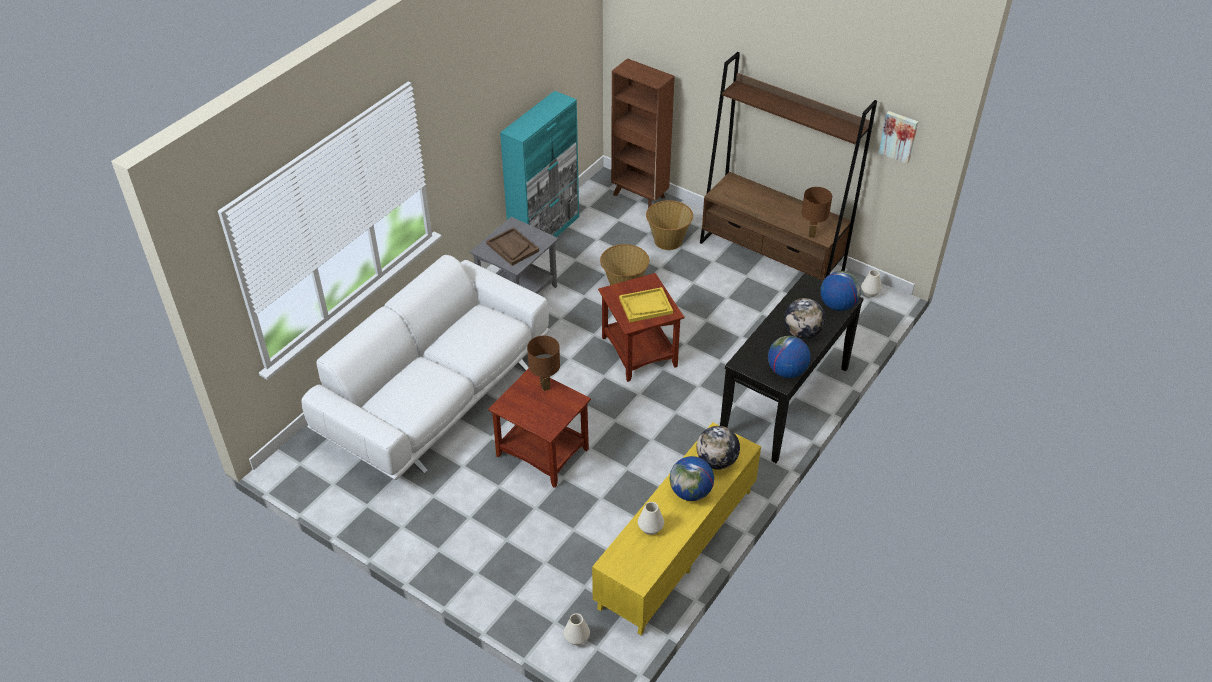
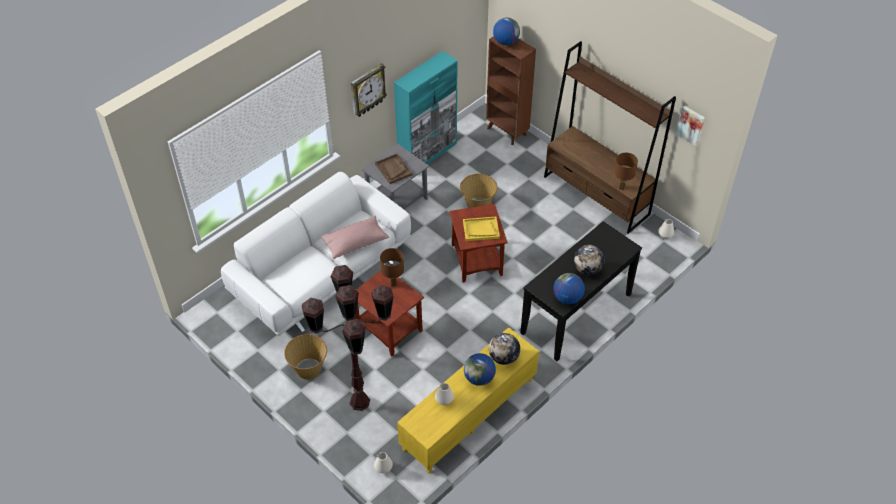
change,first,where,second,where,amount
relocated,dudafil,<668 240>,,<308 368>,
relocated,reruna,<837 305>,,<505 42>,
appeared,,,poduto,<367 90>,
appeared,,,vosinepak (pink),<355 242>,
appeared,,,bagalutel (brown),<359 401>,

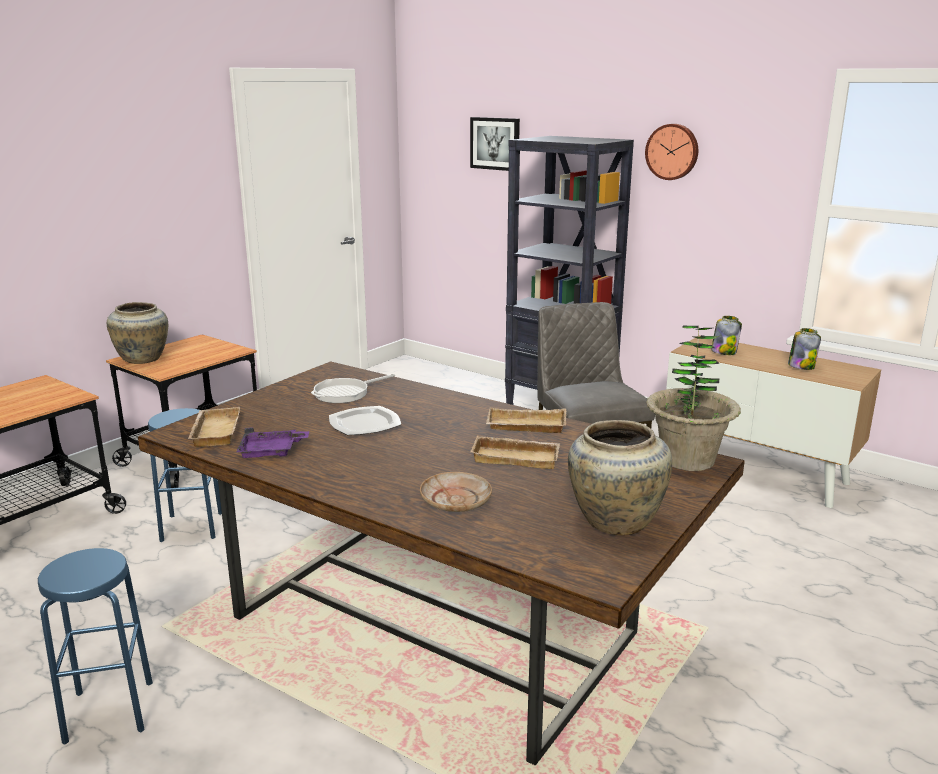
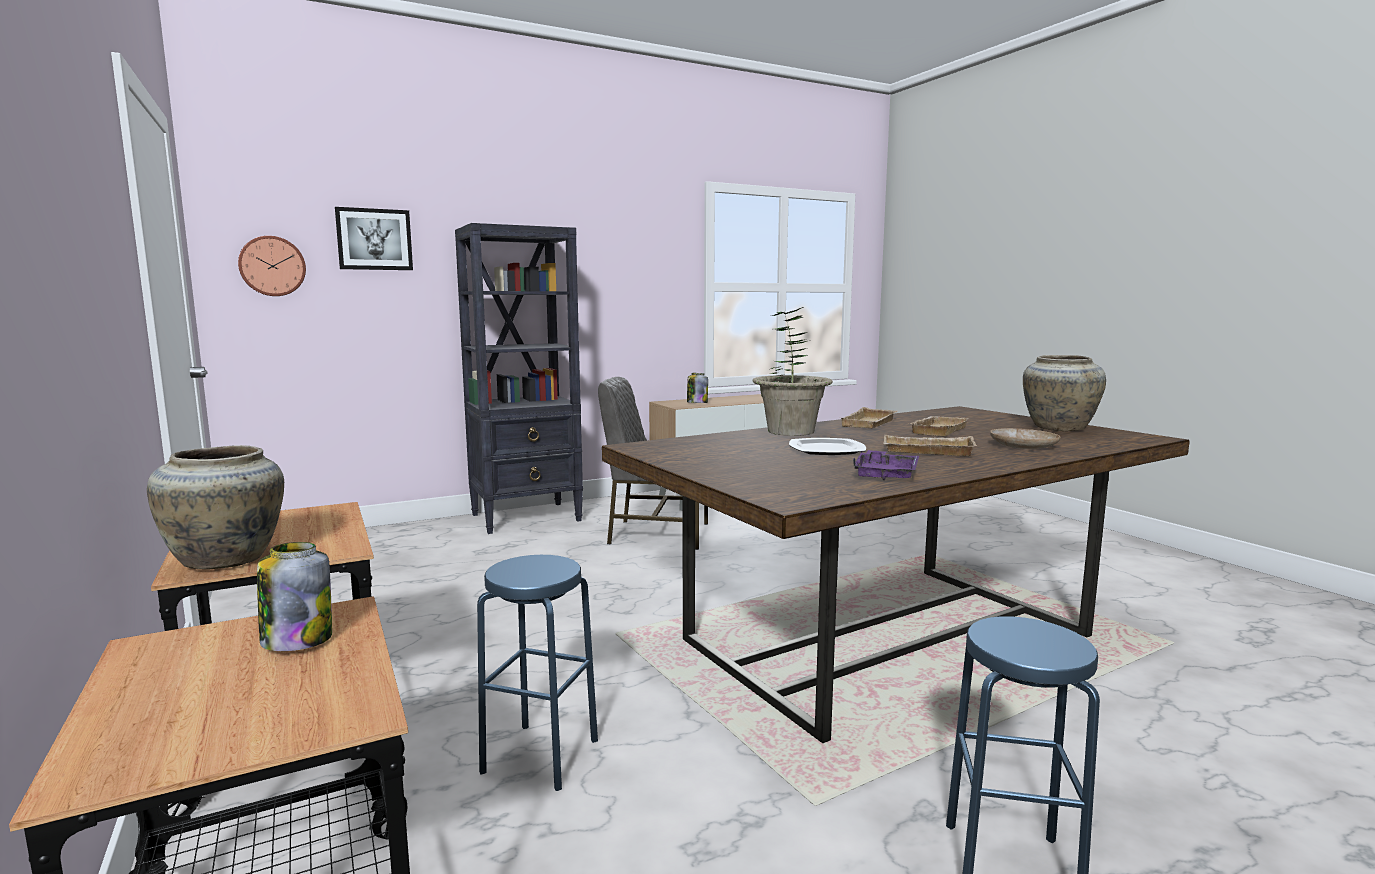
change,first,where,second,where,amount
relocated,poduto,<672 151>,,<272 266>,
relocated,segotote,<687 459>,,<790 431>,
relocated,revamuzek,<801 366>,,<297 640>,
missing,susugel,<345 393>,,,
relocated,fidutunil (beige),<214 431>,,<926 452>,

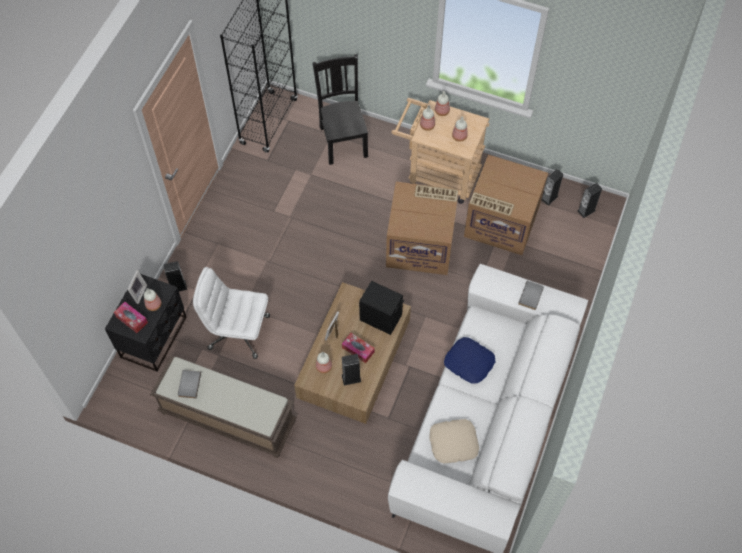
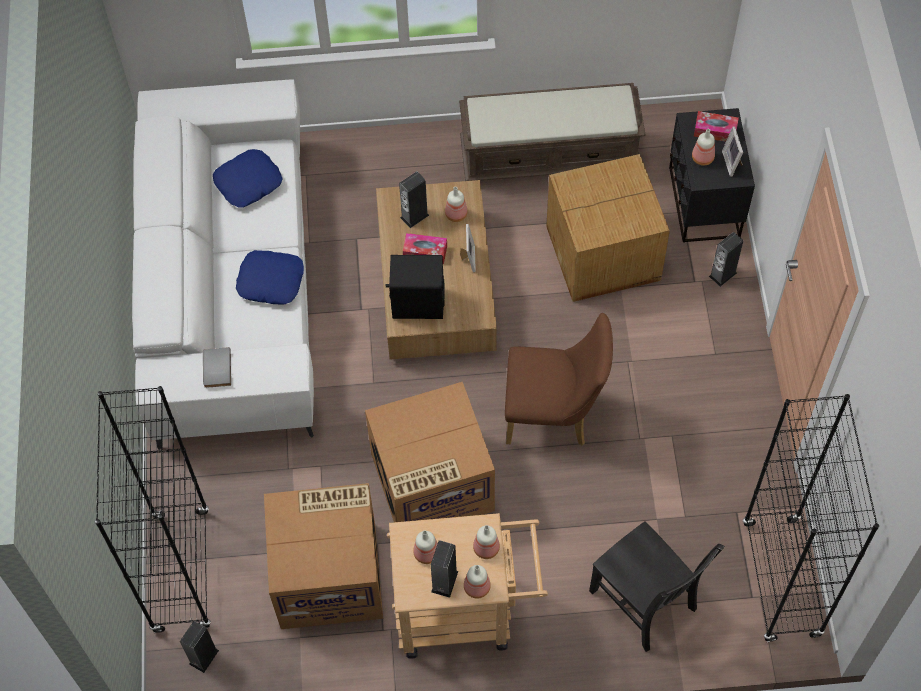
change,first,where,second,where,amount
relocated,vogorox,<549 197>,,<444 581>,
exchanged,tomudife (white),<238 332>,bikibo,<605 254>,
missing,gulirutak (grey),<188 384>,,,
colour,vosinepak (beige),<453 442>,vosinepak (blue),<248 183>,
appeared,,,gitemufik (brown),<554 415>,
appeared,,,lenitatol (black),<181 571>,

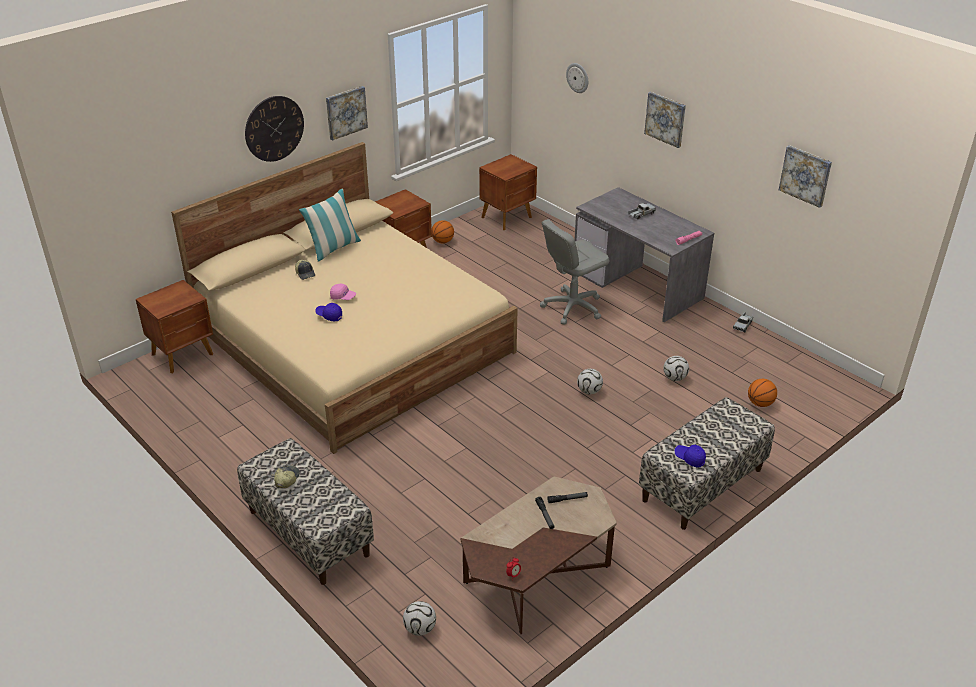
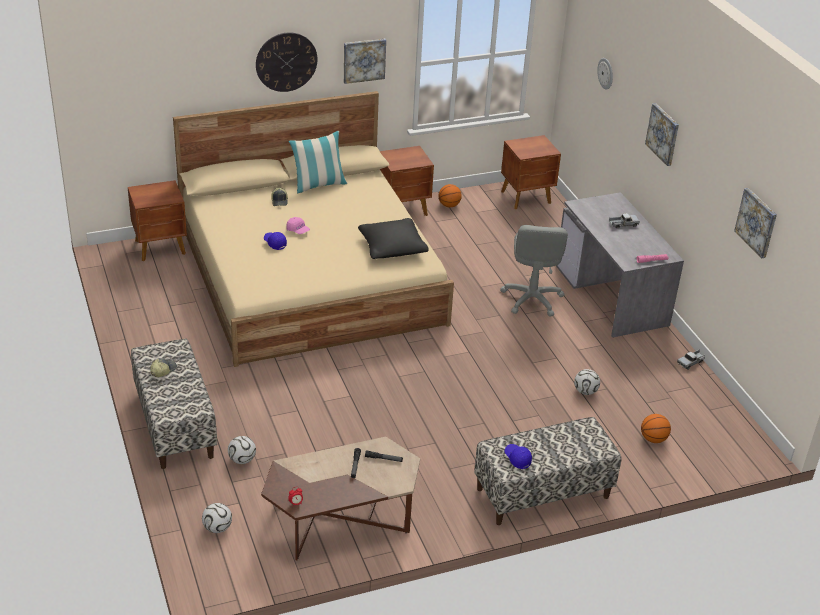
change,first,where,second,where,amount
spun,tomudife (grey),<572 307>,,<531 299>,75 degrees counterclockwise
relocated,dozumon,<589 391>,,<242 460>,
appeared,,,vosinepak (black),<392 247>,

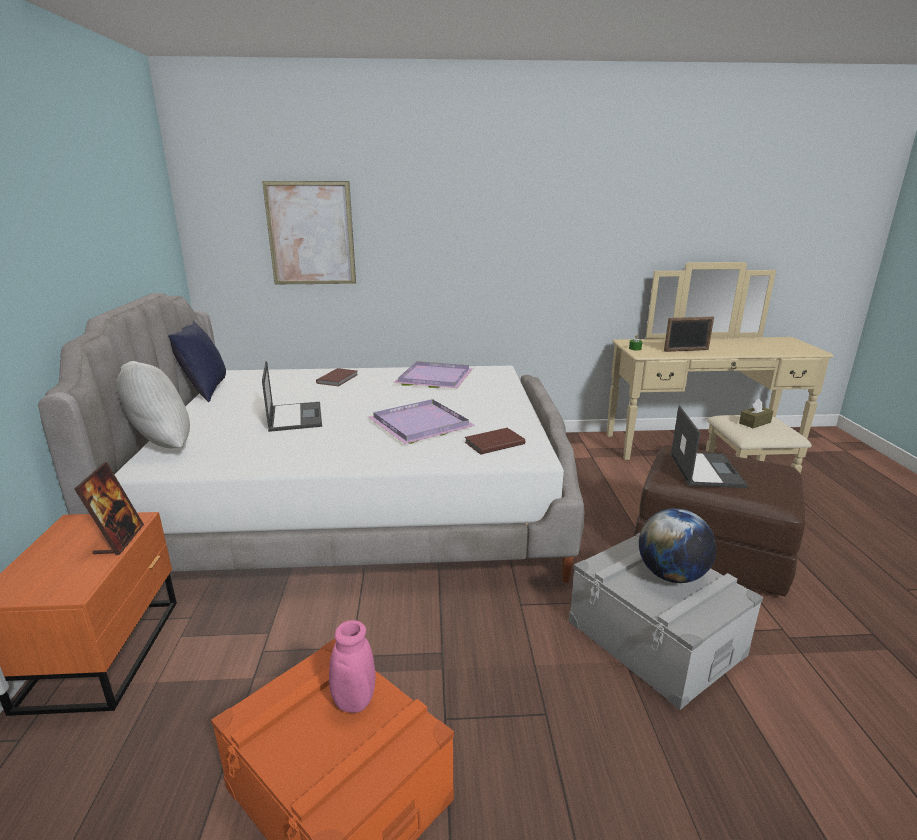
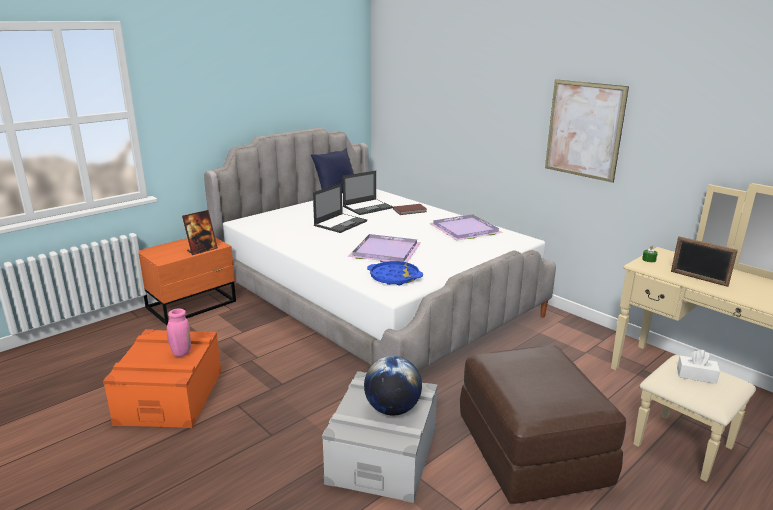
change,first,where,second,where,amount
relocated,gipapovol,<311 234>,,<584 130>,
missing,vosinepak (white),<160 446>,,,
colour,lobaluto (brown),<754 422>,lobaluto (white),<696 375>,
relocated,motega,<705 469>,,<368 207>,
exchanged,gulirutak (brown),<493 443>,fidutunil (blue),<394 277>,

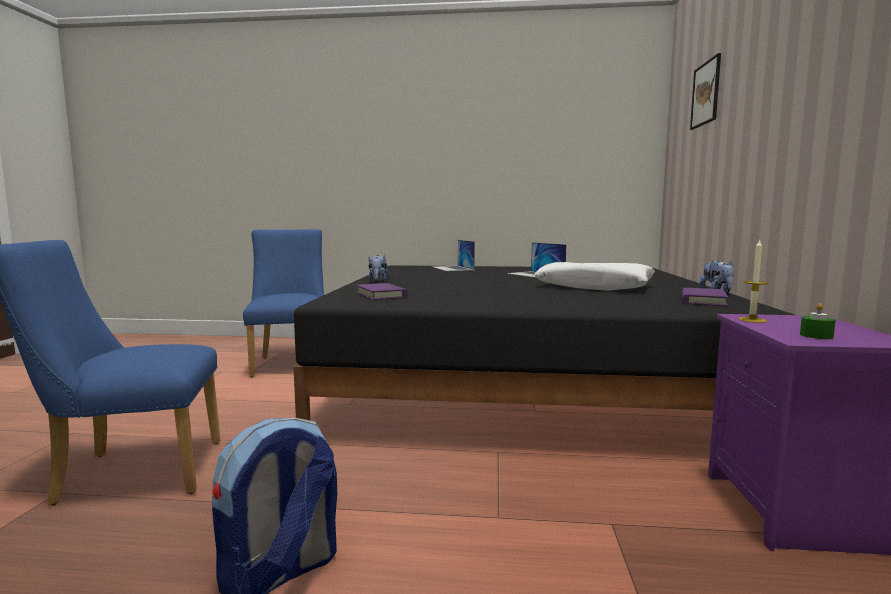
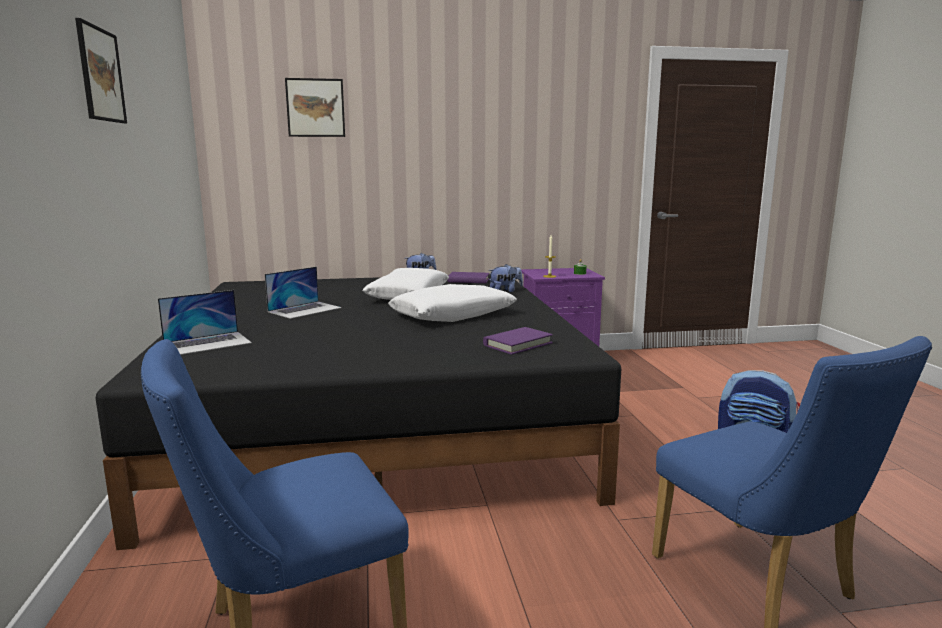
change,first,where,second,where,amount
relocated,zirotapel,<378 282>,,<505 291>,
appeared,,,gipapovol,<101 74>,
appeared,,,vosinepak (white),<453 315>,

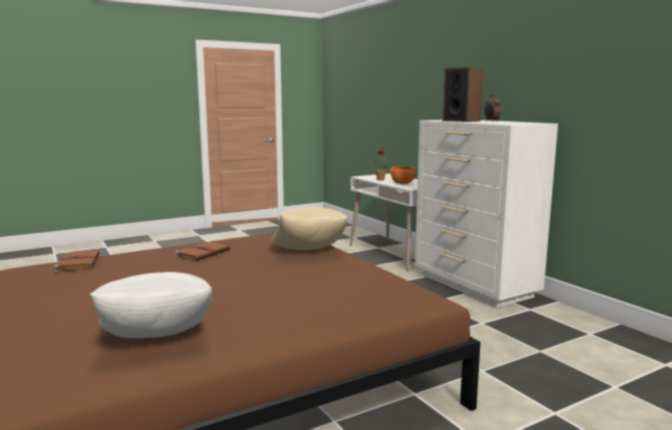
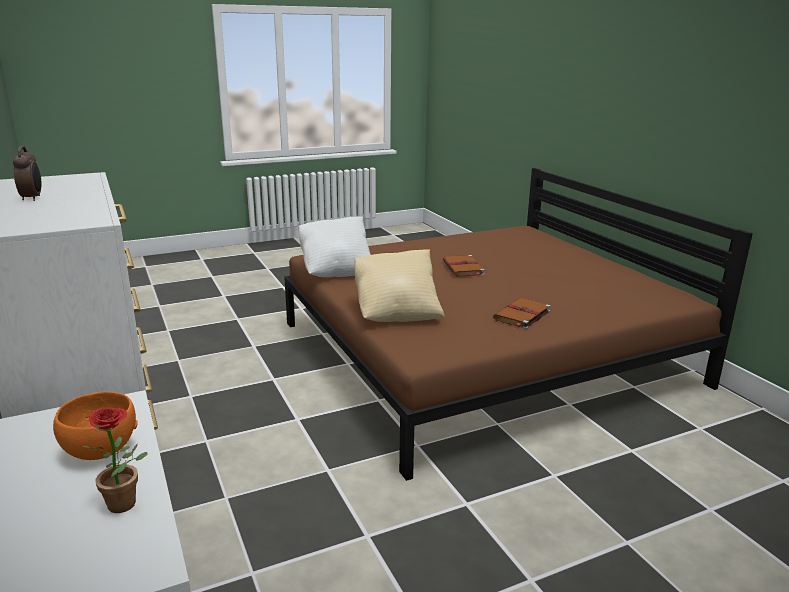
change,first,where,second,where,amount
missing,vogorox,<461 121>,,,
relocated,gulirutak (brown),<78 263>,,<463 268>,
relocated,vosinepak (white),<156 342>,,<337 271>,

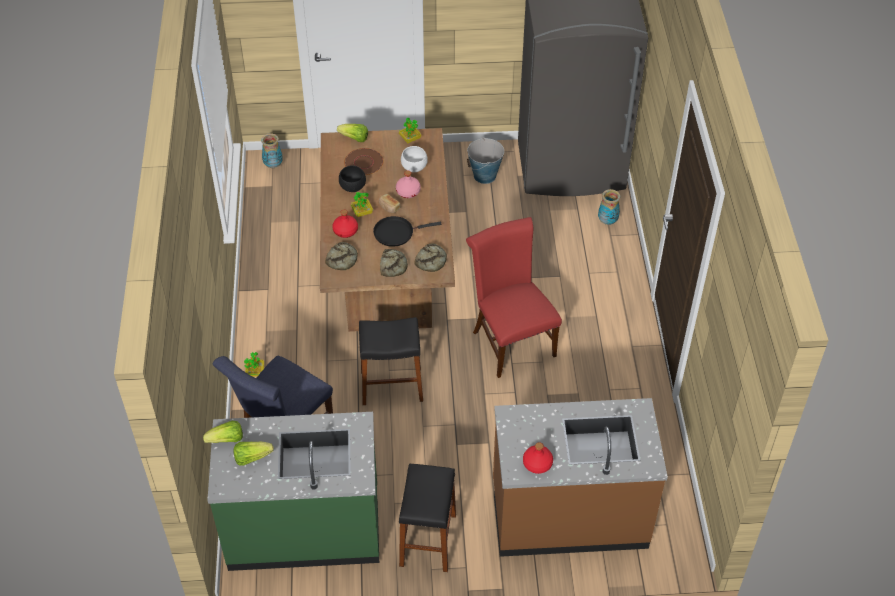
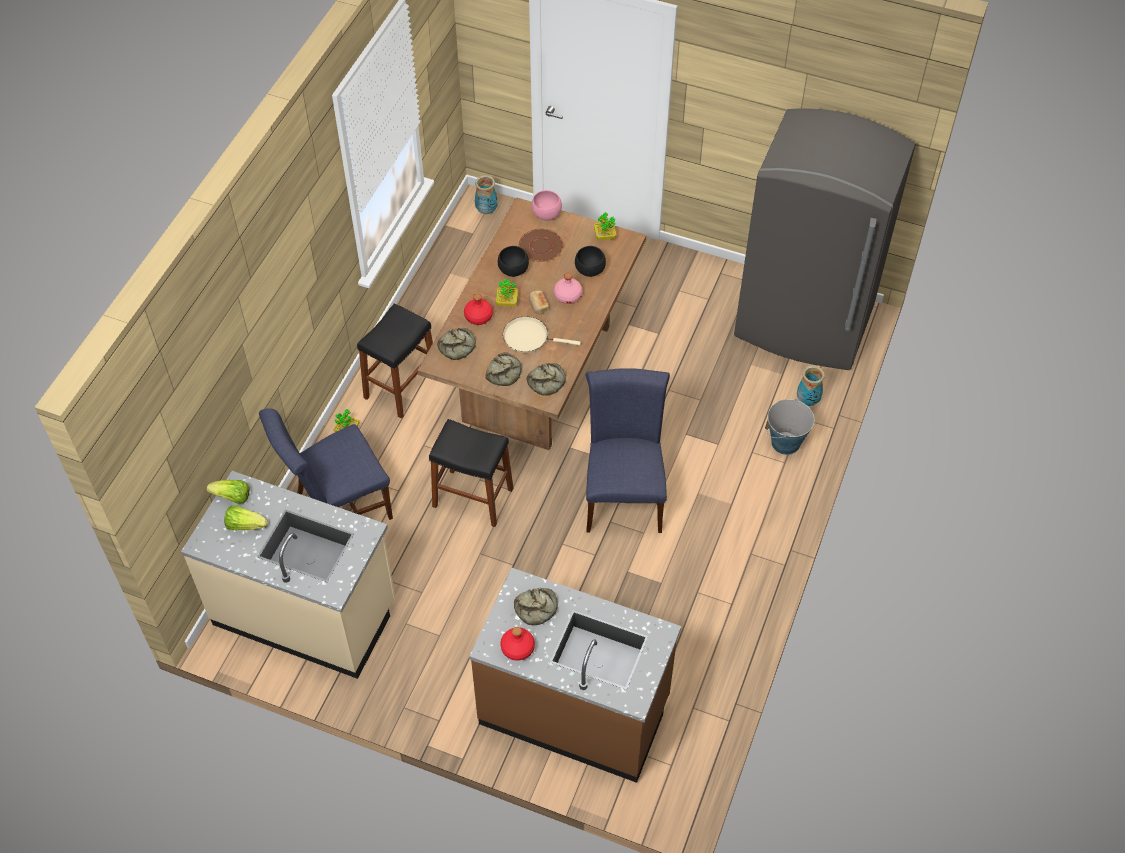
change,first,where,second,where,amount
exchanged,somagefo,<354 138>,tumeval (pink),<546 215>,
relocated,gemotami,<484 176>,,<785 443>,
colour,tumeval (white),<415 168>,tumeval (black),<590 271>,
colour,susugel (black),<396 233>,susugel (beige),<529 337>,
colour,gitemufik (red),<511 340>,gitemufik (blue),<623 496>,
colour,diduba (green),<304 528>,diduba (beige),<306 612>,
relocated,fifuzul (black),<428 540>,,<401 386>,
appeared,,,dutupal,<537 608>,

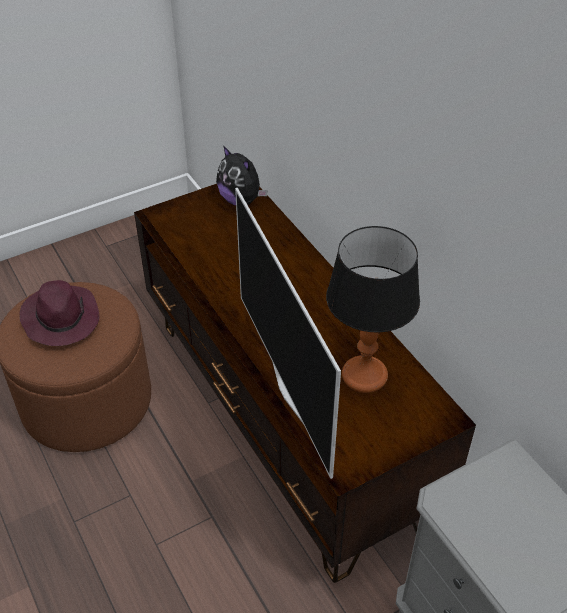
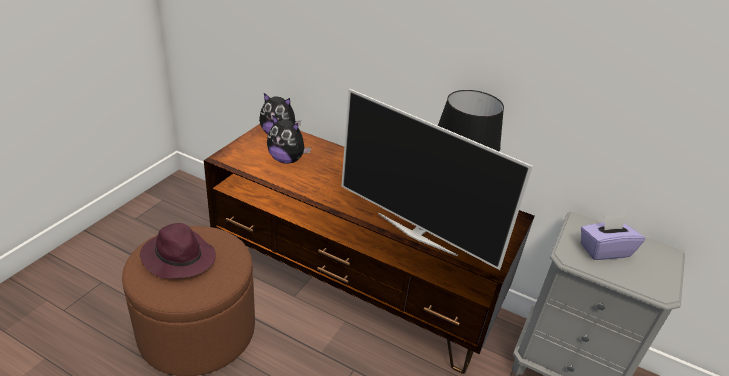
change,first,where,second,where,amount
appeared,,,zirotapel,<287 160>,
appeared,,,lobaluto (purple),<604 250>,

